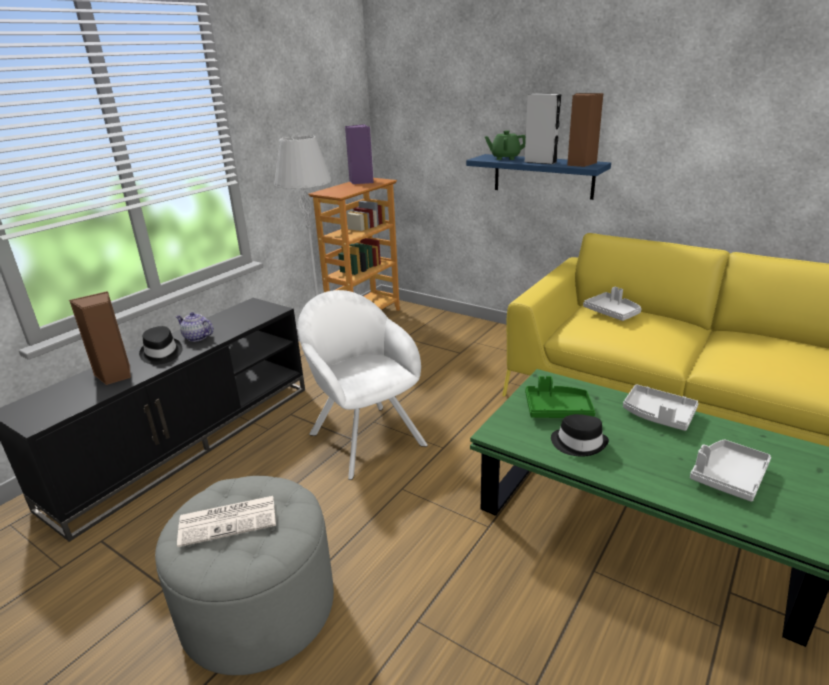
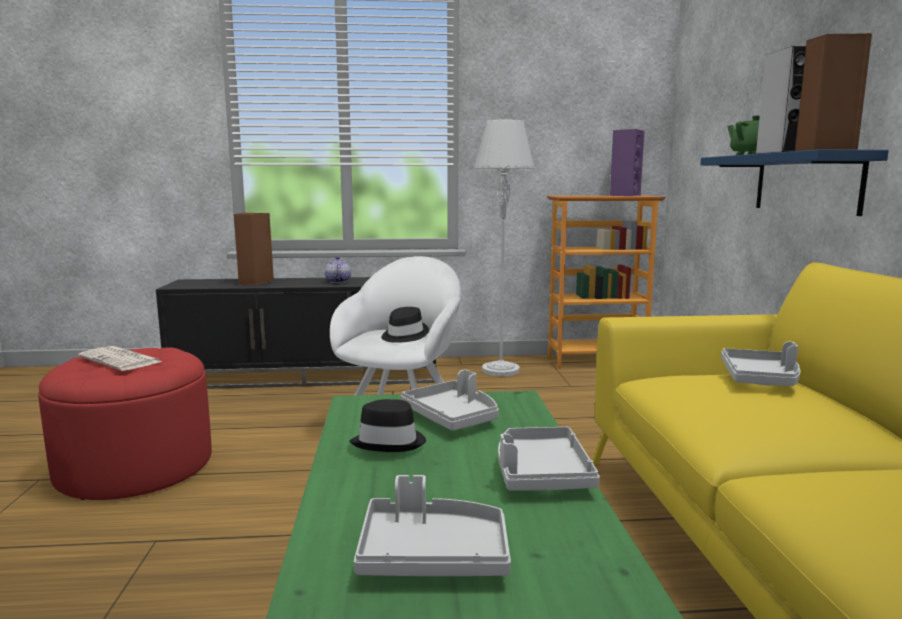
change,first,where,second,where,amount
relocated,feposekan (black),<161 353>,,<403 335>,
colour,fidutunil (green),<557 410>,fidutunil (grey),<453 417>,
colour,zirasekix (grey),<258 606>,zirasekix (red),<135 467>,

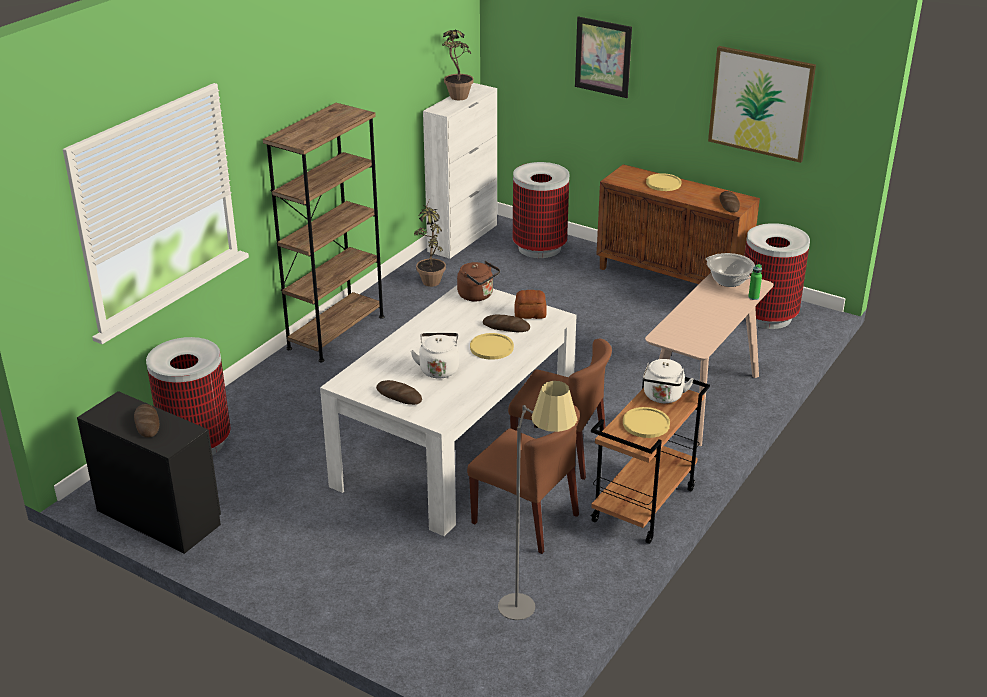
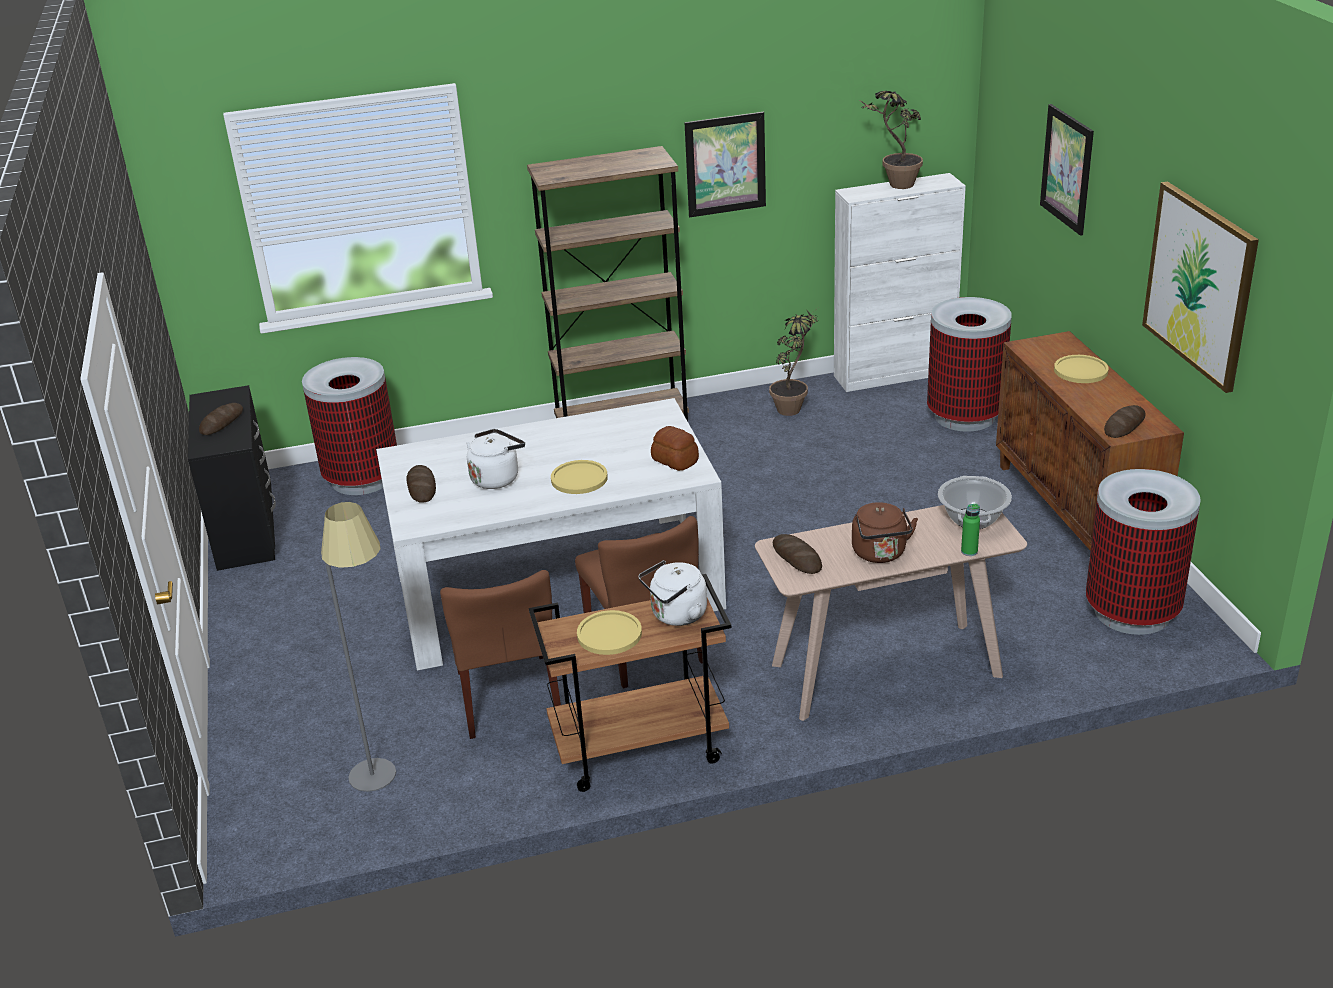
change,first,where,second,where,amount
relocated,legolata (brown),<477 296>,,<880 554>,
relocated,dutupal,<506 326>,,<796 557>,
appeared,,,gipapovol,<725 164>,

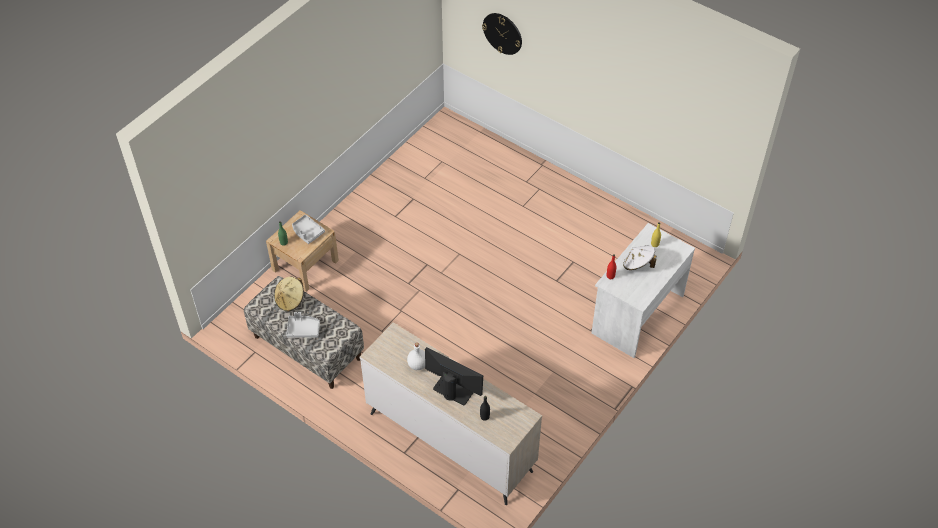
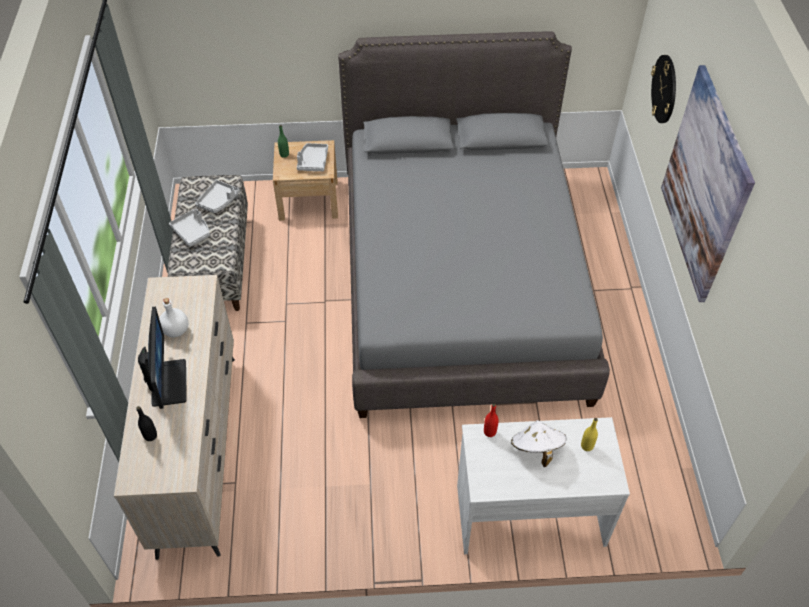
change,first,where,second,where,amount
exchanged,feposekan (beige),<290 300>,fidutunil (grey),<218 201>,
appeared,,,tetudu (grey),<461 283>,
appeared,,,gipapovol,<705 185>,

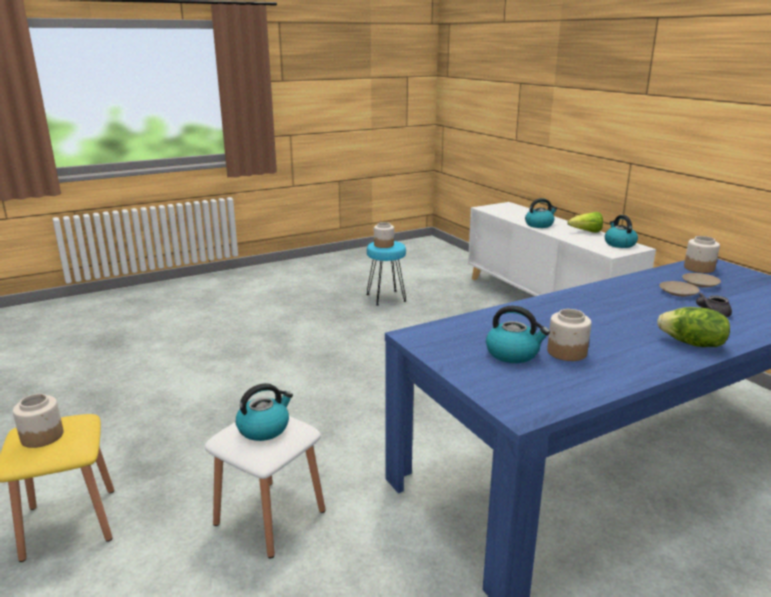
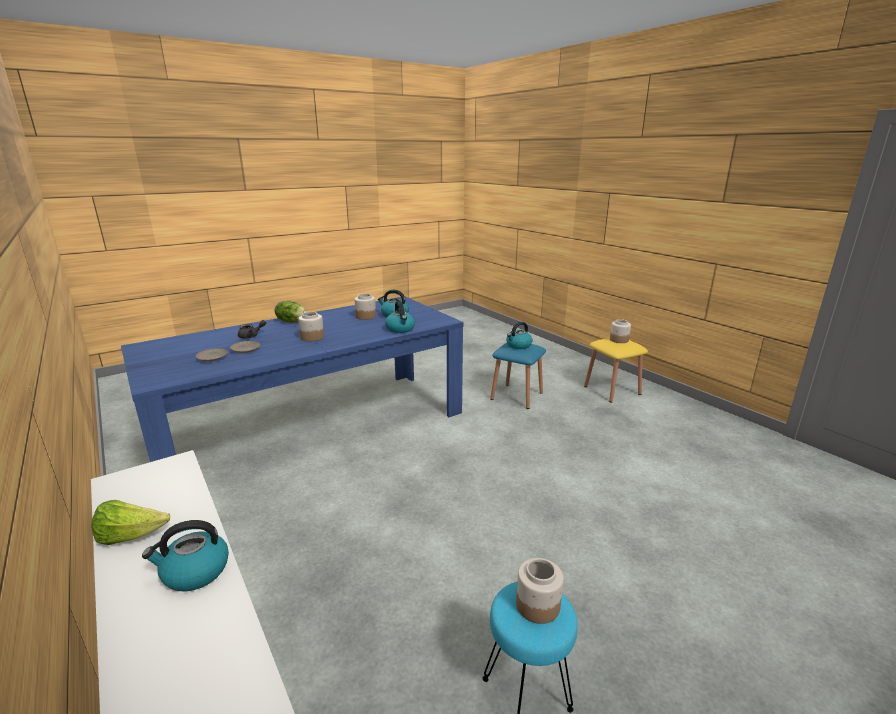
change,first,where,second,where,amount
relocated,legolata,<619 244>,,<400 329>,
relocated,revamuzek,<699 268>,,<312 337>,
colour,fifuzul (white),<270 517>,fifuzul (blue),<516 396>,

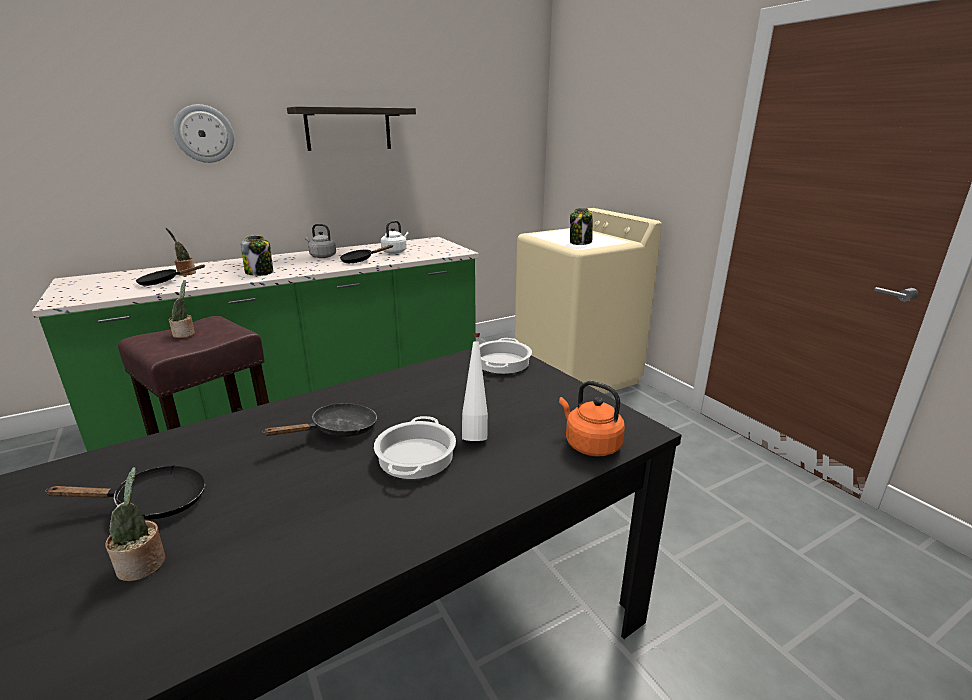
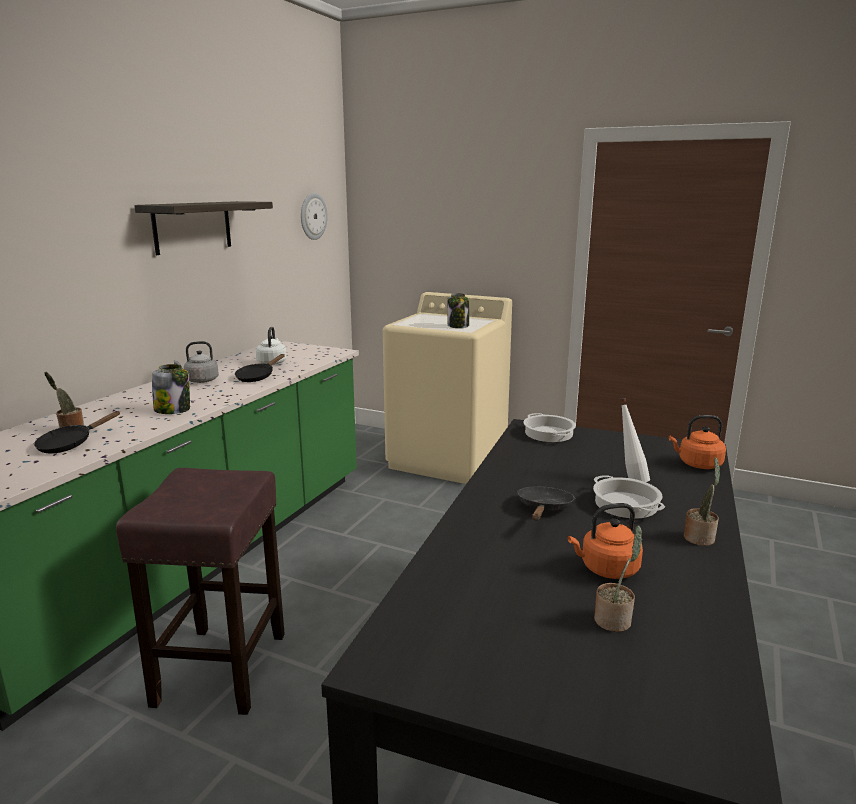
change,first,where,second,where,amount
relocated,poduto,<204 134>,,<312 216>,
relocated,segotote,<185 334>,,<700 537>,
missing,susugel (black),<153 503>,,,
appeared,,,legolata (orange),<606 569>,

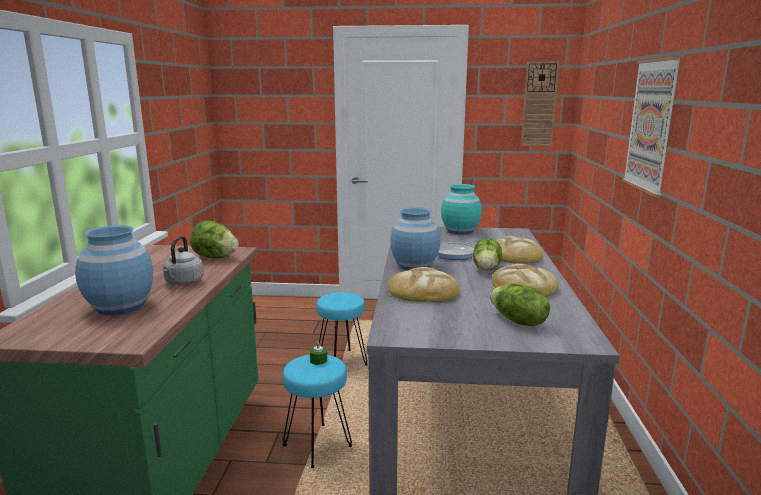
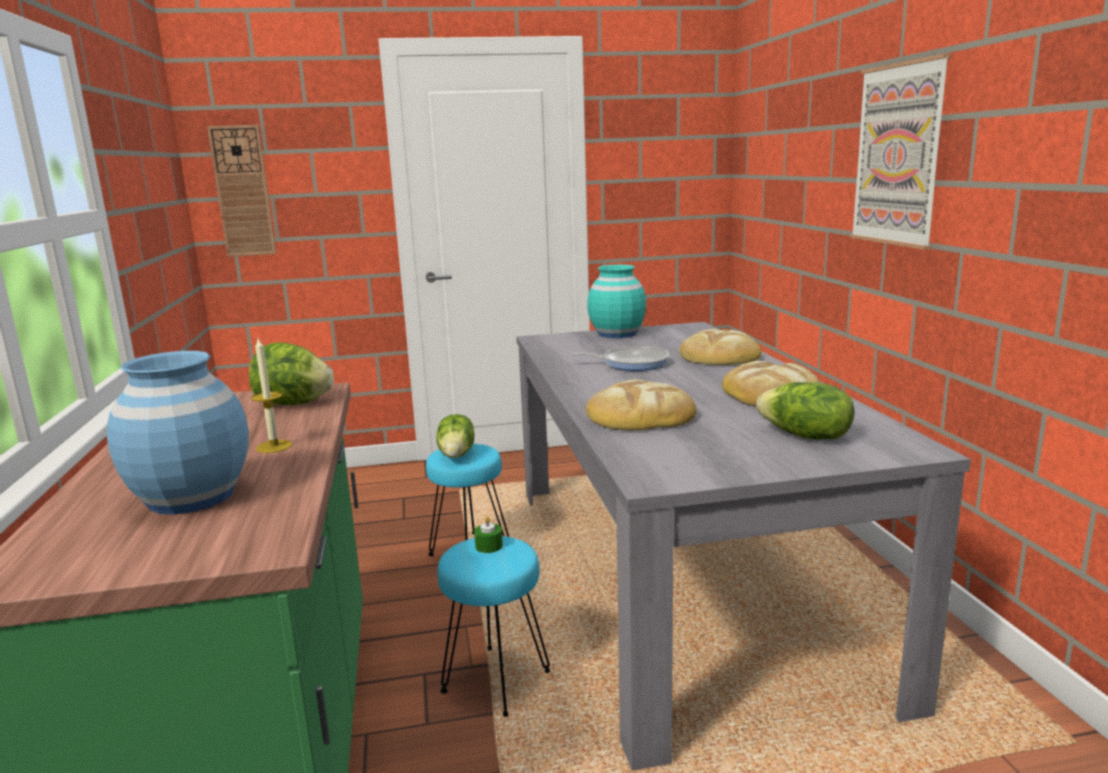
change,first,where,second,where,amount
relocated,poduto,<539 104>,,<243 191>,
missing,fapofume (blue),<414 266>,,,
exchanged,legolata (grey),<183 283>,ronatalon,<274 446>,
relocated,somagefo,<487 269>,,<457 454>,

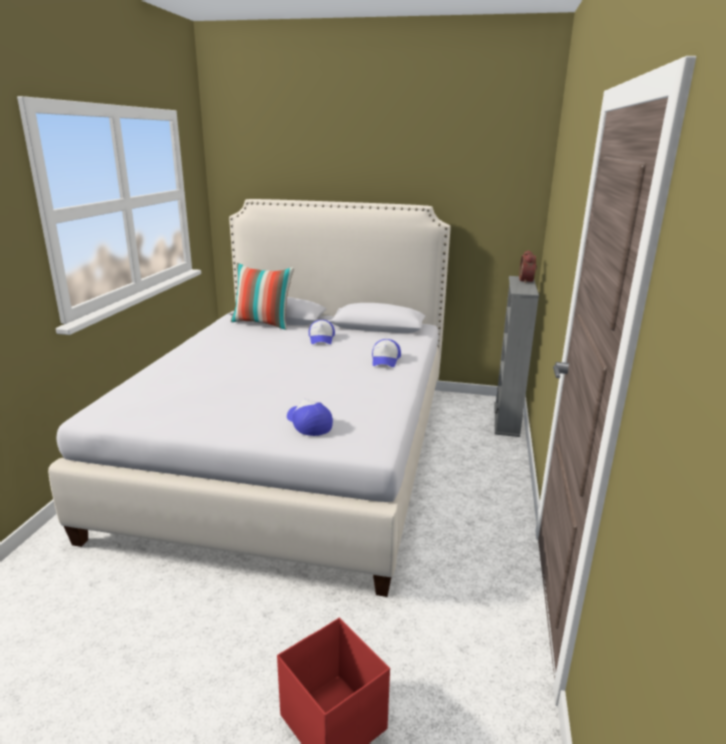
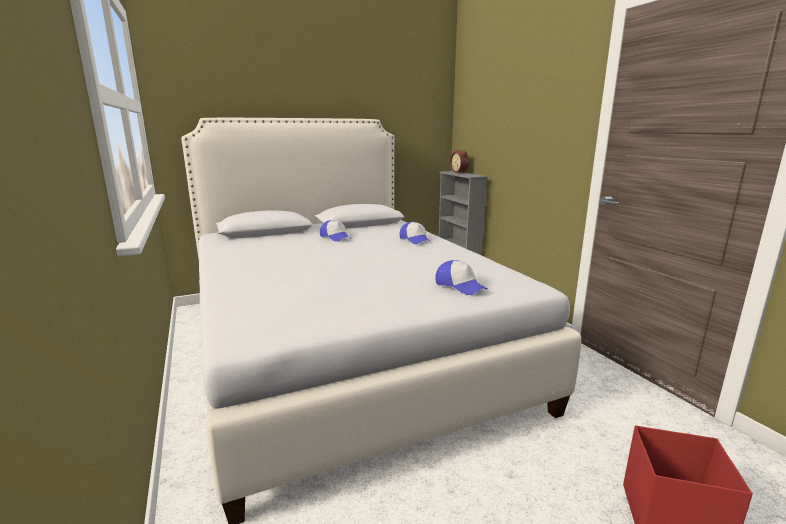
change,first,where,second,where,amount
missing,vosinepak,<263 323>,,,
spun,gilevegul,<308 423>,,<460 286>,150 degrees counterclockwise

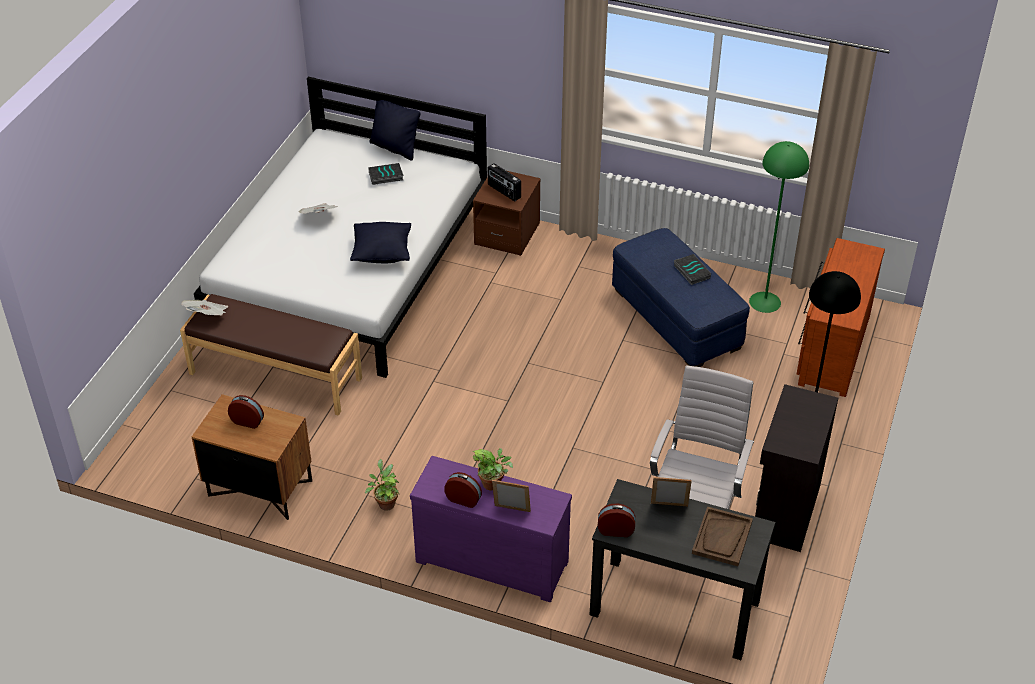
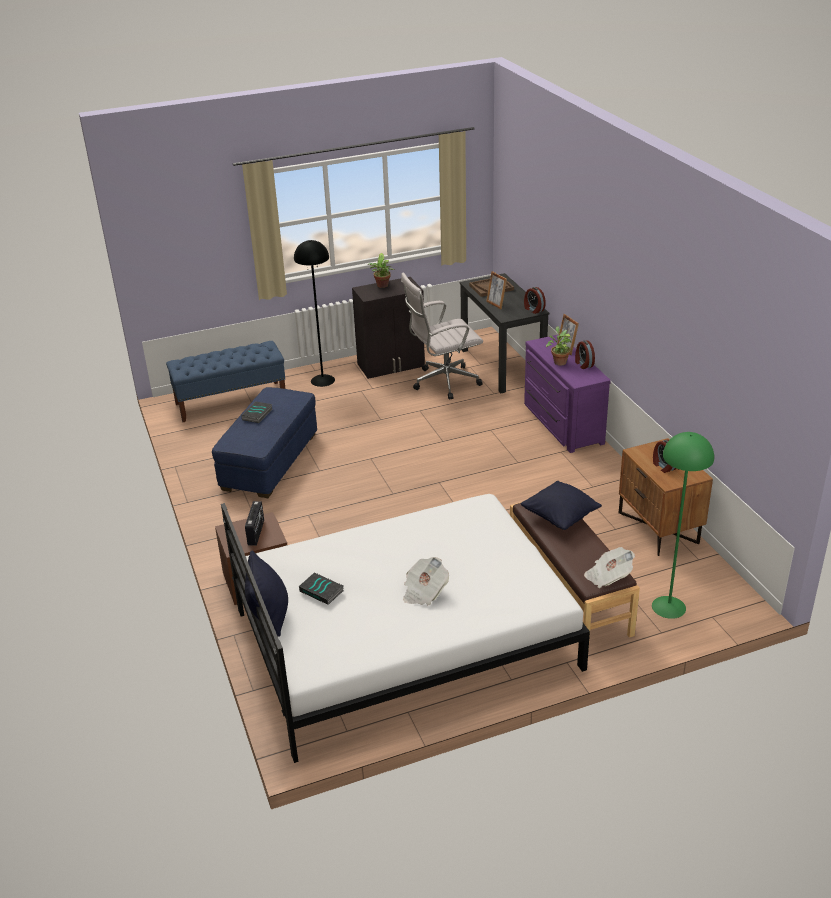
change,first,where,second,where,amount
relocated,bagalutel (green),<764 301>,,<668 607>,
relocated,vosinepak (black),<382 254>,,<560 518>,
exchanged,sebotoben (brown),<831 348>,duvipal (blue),<231 401>,
relocated,segotote,<385 503>,,<382 286>,

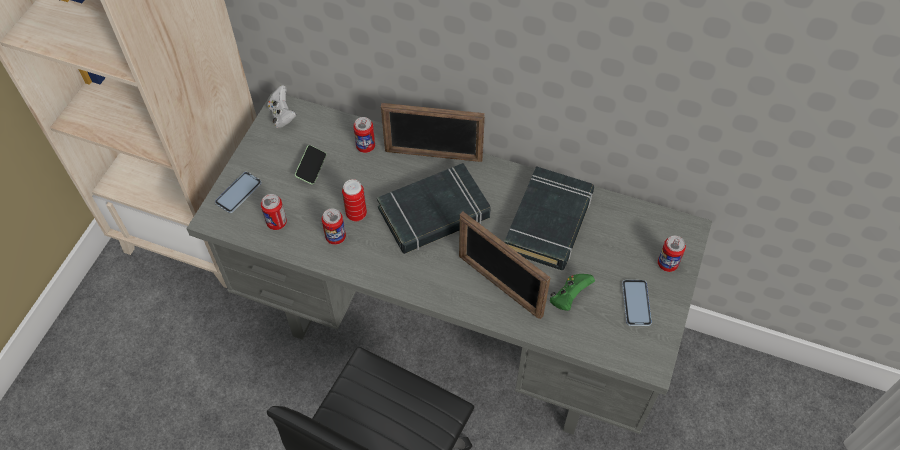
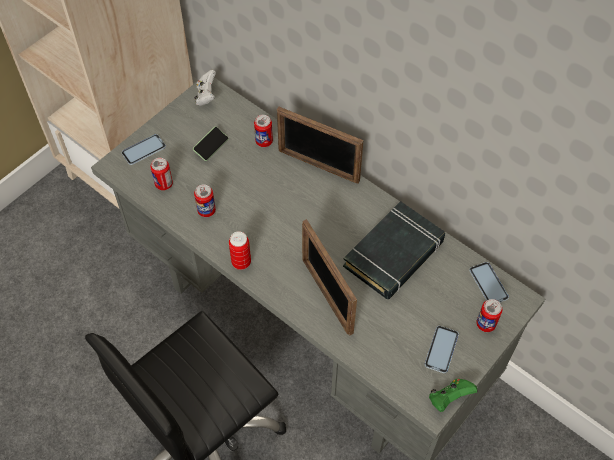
change,first,where,second,where,amount
missing,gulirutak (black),<434 213>,,,
relocated,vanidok,<356 214>,,<241 262>,
relocated,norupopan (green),<569 297>,,<449 398>,
appeared,,,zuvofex,<488 284>,

